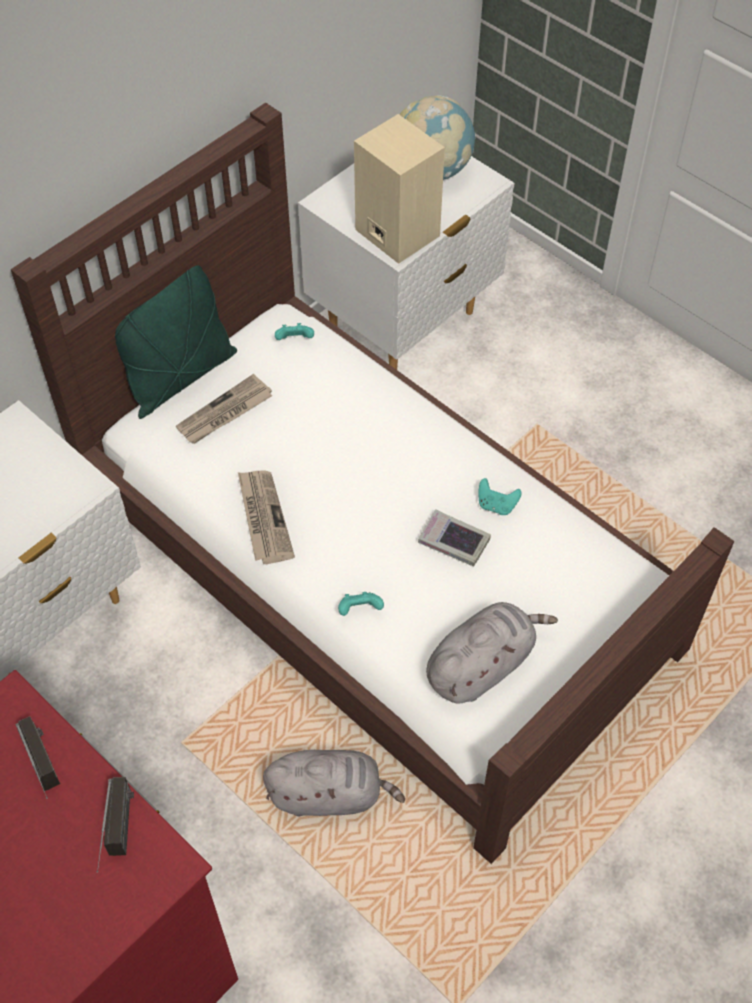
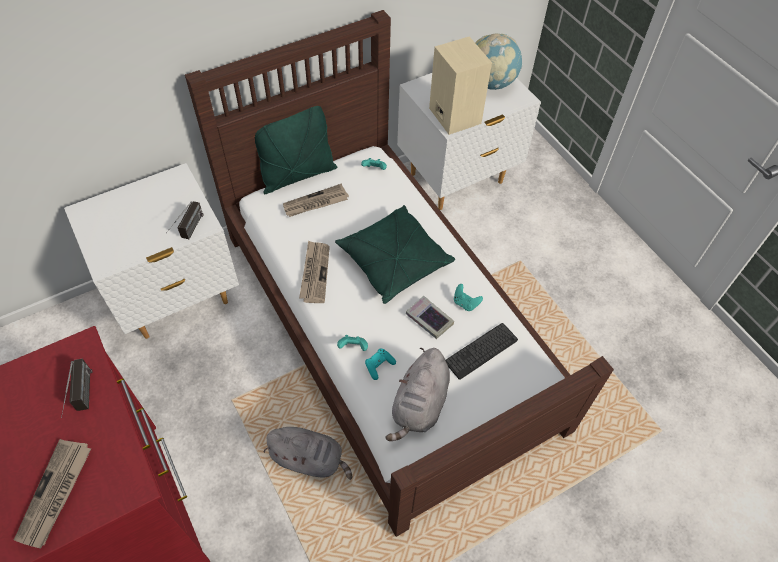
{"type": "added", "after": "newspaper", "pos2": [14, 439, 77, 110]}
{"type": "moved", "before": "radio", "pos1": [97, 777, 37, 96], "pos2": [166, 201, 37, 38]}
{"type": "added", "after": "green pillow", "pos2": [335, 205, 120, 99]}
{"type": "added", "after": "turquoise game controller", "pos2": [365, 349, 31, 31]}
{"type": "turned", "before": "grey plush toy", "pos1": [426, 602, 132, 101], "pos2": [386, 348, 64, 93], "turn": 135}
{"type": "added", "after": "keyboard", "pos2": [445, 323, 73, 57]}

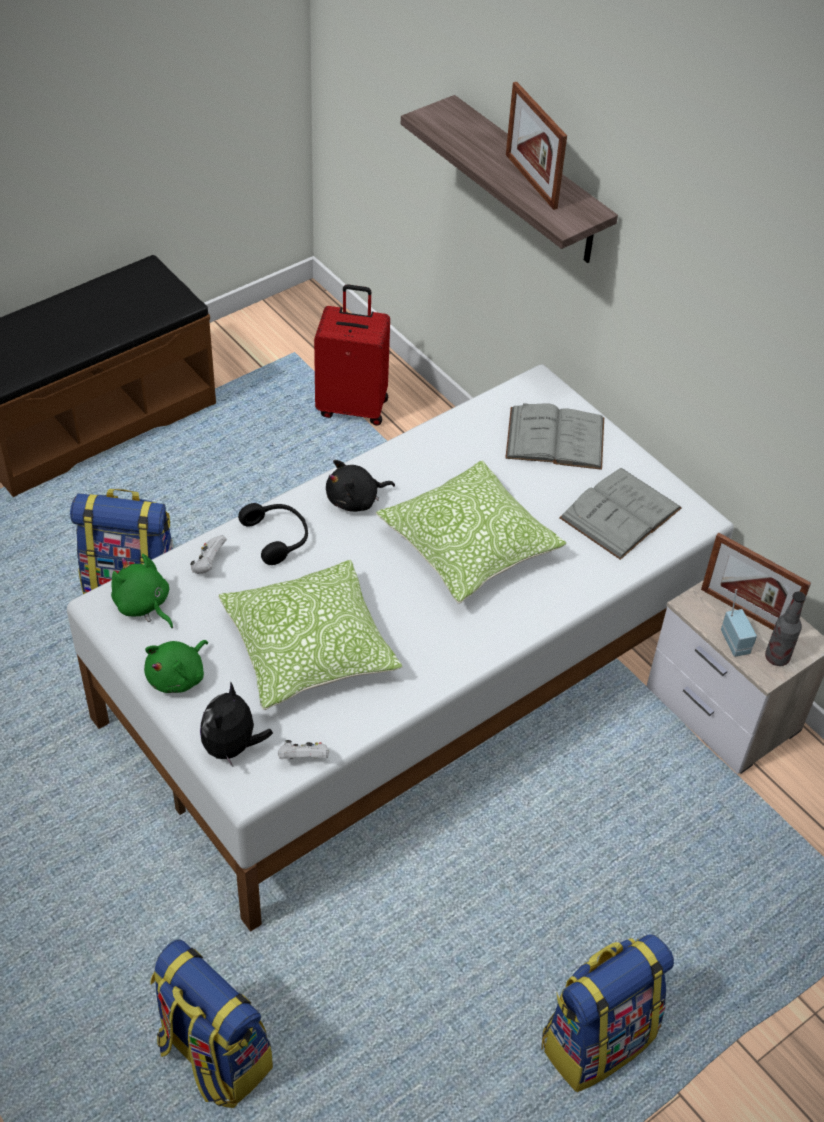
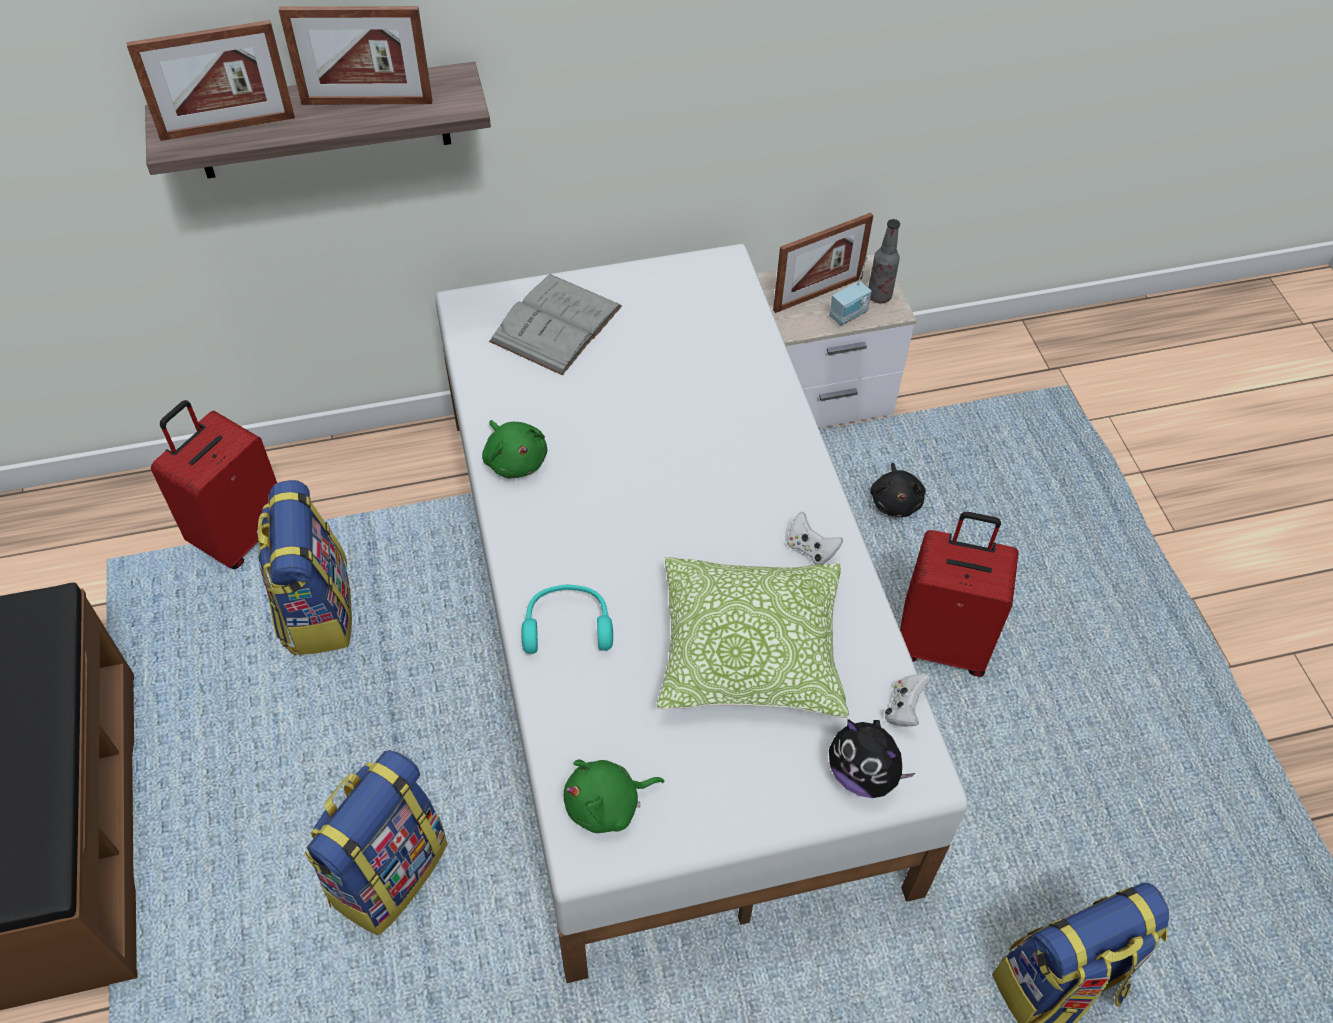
{"type": "added", "after": "picture frame", "pos2": [126, 20, 169, 121]}
{"type": "moved", "before": "backpack", "pos1": [541, 934, 133, 158], "pos2": [257, 480, 95, 176]}
{"type": "moved", "before": "green plush toy", "pos1": [144, 640, 64, 53], "pos2": [482, 420, 65, 58]}
{"type": "recoloured", "before": "black headphones", "after": "turquoise headphones", "pos1": [238, 503, 70, 62], "pos2": [521, 584, 92, 70]}
{"type": "moved", "before": "white game controller", "pos1": [190, 535, 37, 39], "pos2": [787, 512, 56, 53]}
{"type": "turned", "before": "radio", "pos1": [721, 589, 36, 68], "pos2": [829, 256, 43, 70], "turn": 135}
{"type": "moved", "before": "black plush toy", "pos1": [326, 460, 69, 52], "pos2": [870, 463, 55, 54]}
{"type": "added", "after": "red suitcase", "pos2": [900, 512, 119, 165]}
{"type": "removed", "before": "pillow", "pos1": [376, 461, 191, 143]}
{"type": "removed", "before": "grey book", "pos1": [559, 468, 123, 92]}

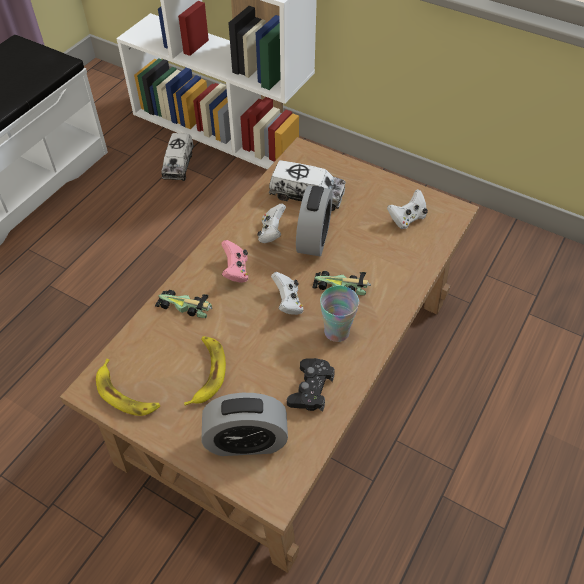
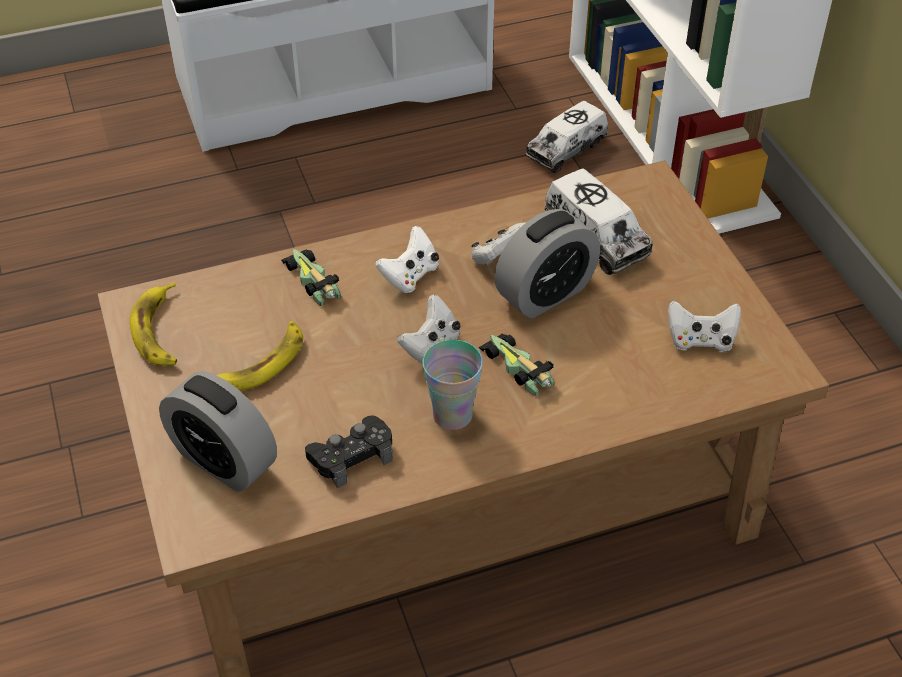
{"type": "recoloured", "before": "pink game controller", "after": "white game controller", "pos1": [221, 240, 27, 43], "pos2": [375, 226, 64, 67]}

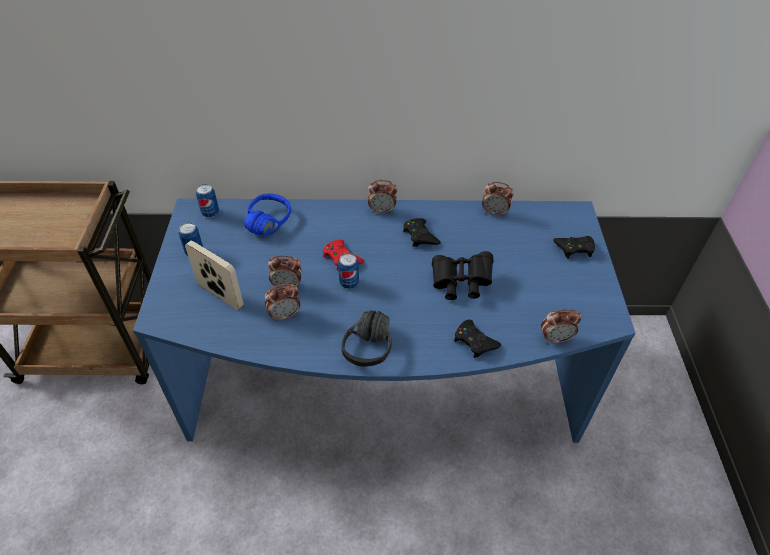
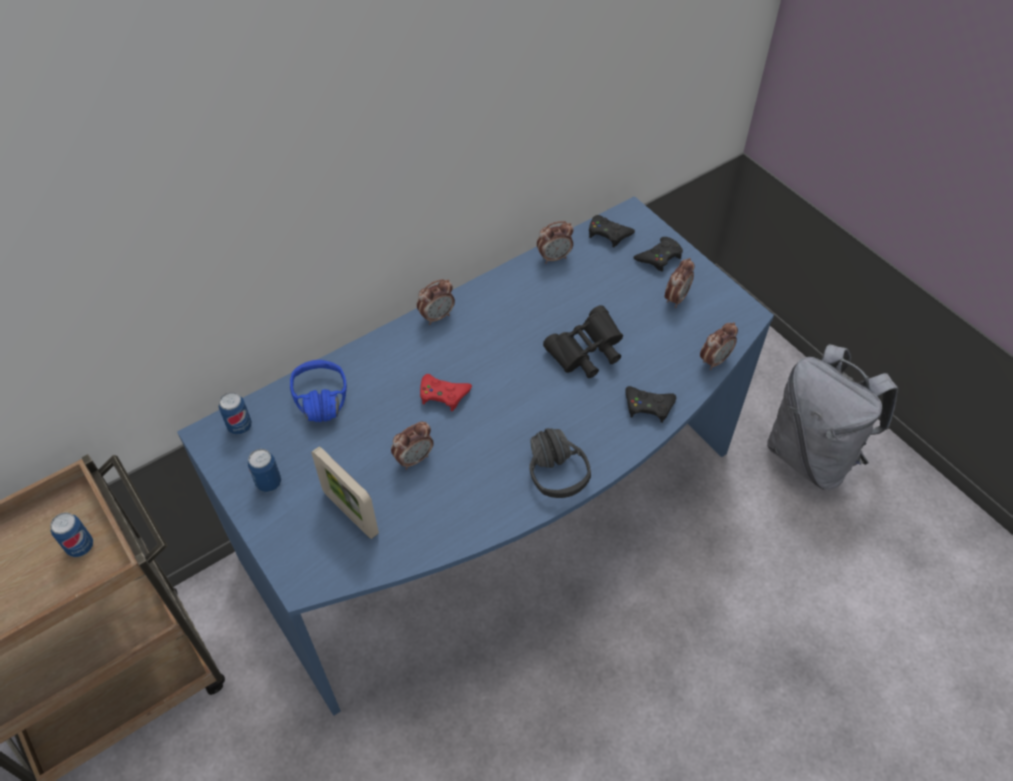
{"type": "moved", "before": "can", "pos1": [338, 253, 21, 36], "pos2": [50, 512, 43, 45]}
{"type": "turned", "before": "picture frame", "pos1": [185, 241, 59, 69], "pos2": [311, 447, 68, 92], "turn": -135}
{"type": "moved", "before": "black game controller", "pos1": [403, 218, 38, 29], "pos2": [589, 215, 46, 32]}
{"type": "moved", "before": "alarm clock", "pos1": [265, 284, 35, 38], "pos2": [665, 258, 29, 50]}
{"type": "added", "after": "grey backpack", "pos2": [767, 344, 131, 146]}

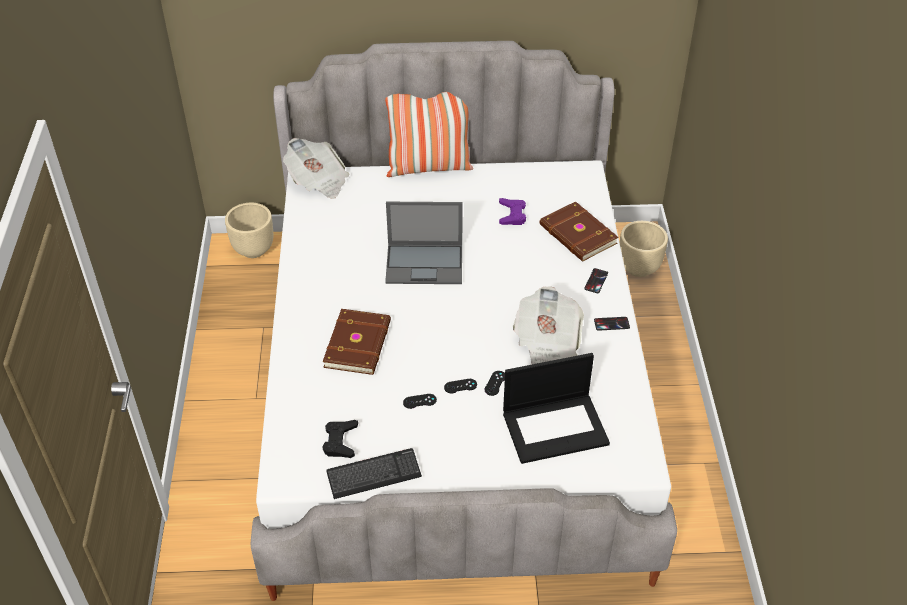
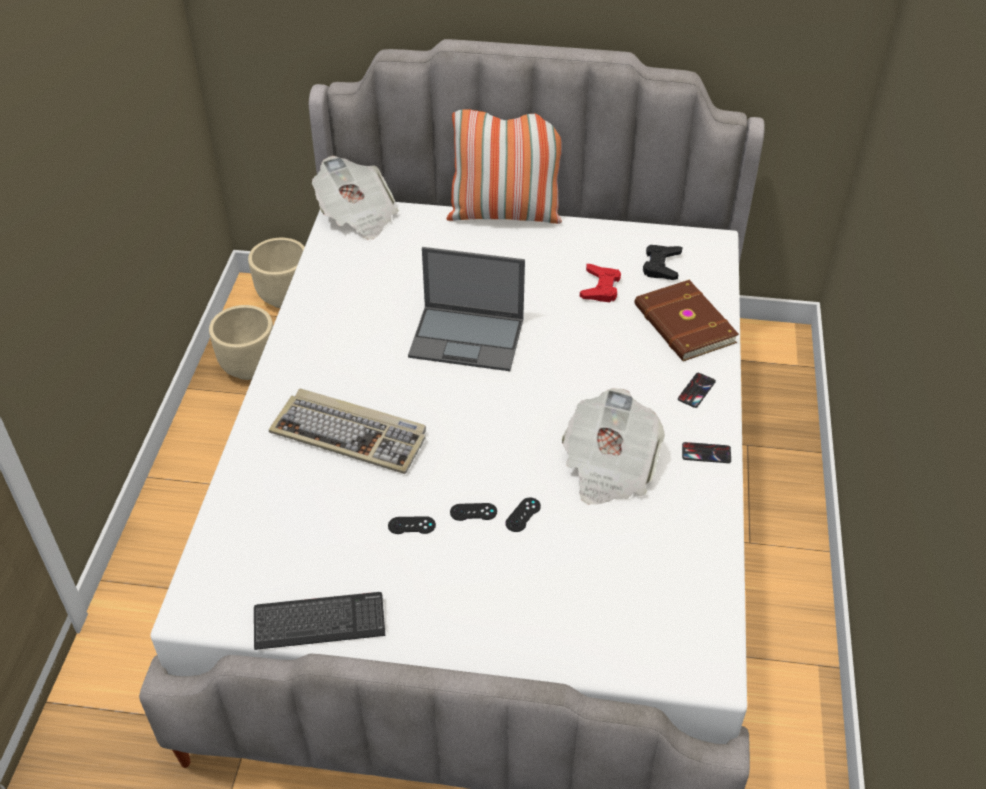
{"type": "moved", "before": "beige planter", "pos1": [620, 221, 48, 56], "pos2": [209, 305, 64, 75]}
{"type": "replaced", "before": "brown book", "after": "keyboard", "pos1": [323, 309, 68, 66], "pos2": [269, 388, 157, 86]}
{"type": "recoloured", "before": "purple game controller", "after": "red game controller", "pos1": [499, 198, 27, 27], "pos2": [580, 264, 41, 38]}
{"type": "moved", "before": "black game controller", "pos1": [322, 420, 36, 38], "pos2": [643, 245, 40, 35]}
{"type": "removed", "before": "laptop", "pos1": [503, 353, 107, 111]}

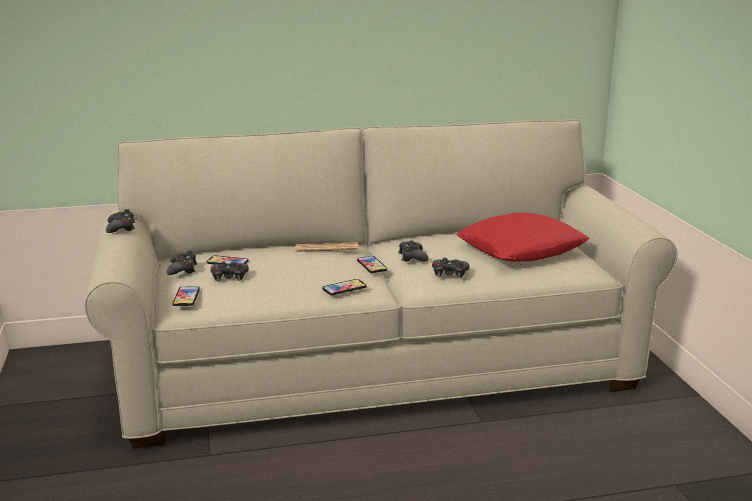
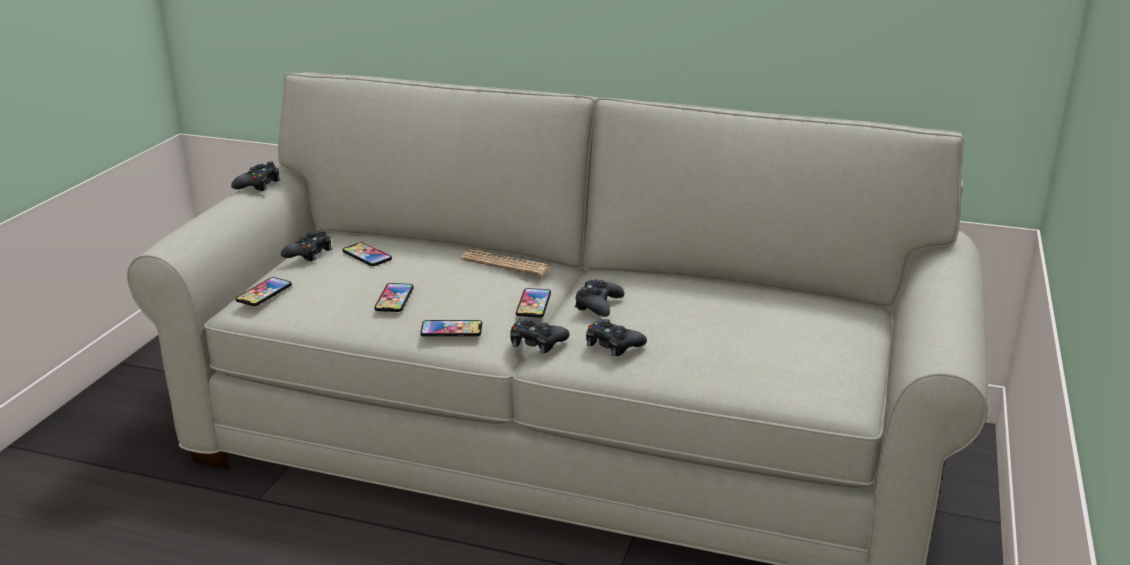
{"type": "added", "after": "phone", "pos2": [374, 283, 39, 29]}
{"type": "moved", "before": "black game controller", "pos1": [211, 261, 38, 20], "pos2": [510, 318, 60, 35]}
{"type": "removed", "before": "red pillow", "pos1": [457, 213, 133, 49]}

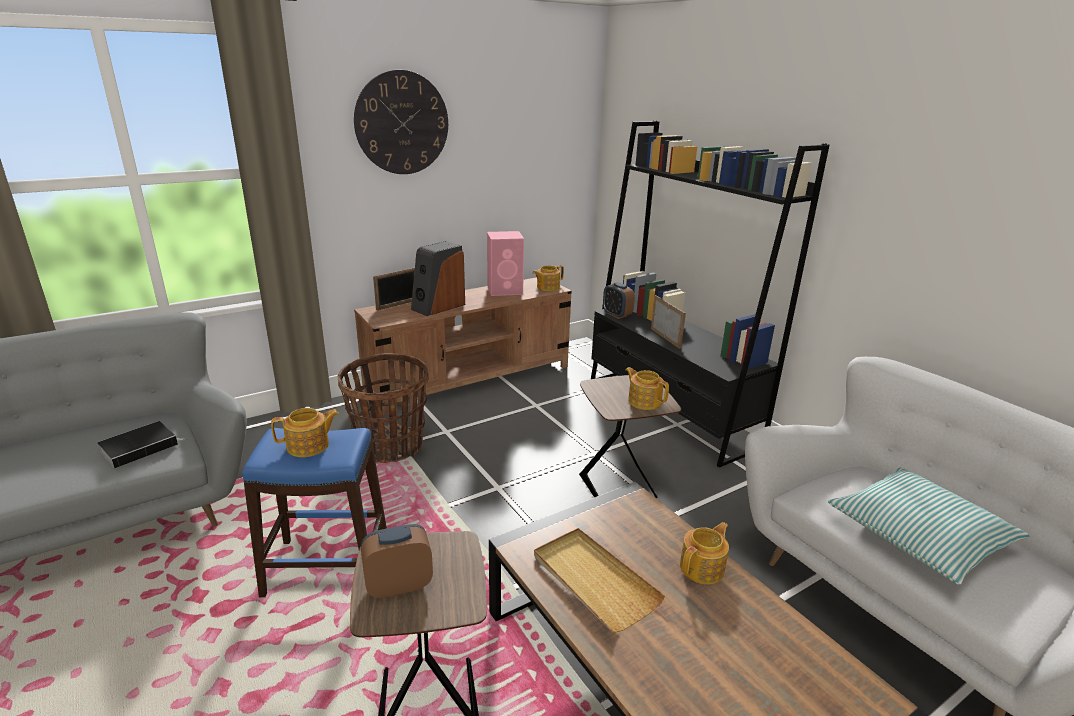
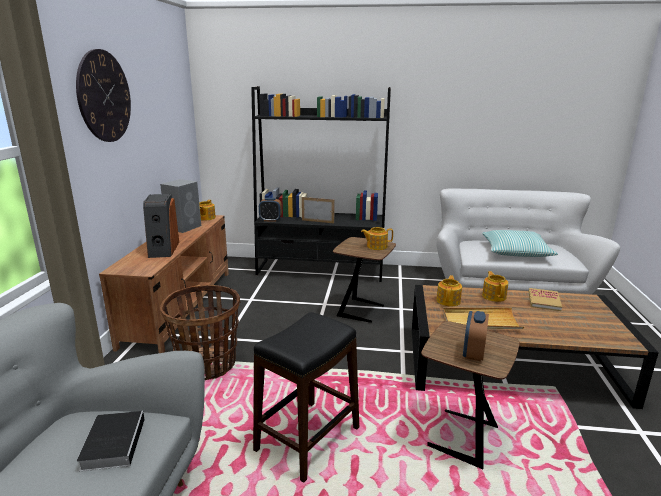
{"type": "recoloured", "before": "pink speaker", "after": "grey speaker", "pos1": [487, 231, 37, 65], "pos2": [160, 179, 41, 54]}
{"type": "recoloured", "before": "blue stool", "after": "black stool", "pos1": [242, 428, 145, 169], "pos2": [253, 312, 106, 171]}
{"type": "moved", "before": "teapot", "pos1": [271, 408, 68, 49], "pos2": [437, 275, 25, 32]}
{"type": "added", "after": "book", "pos2": [528, 288, 34, 23]}
{"type": "removed", "before": "picture frame", "pos1": [373, 267, 42, 43]}

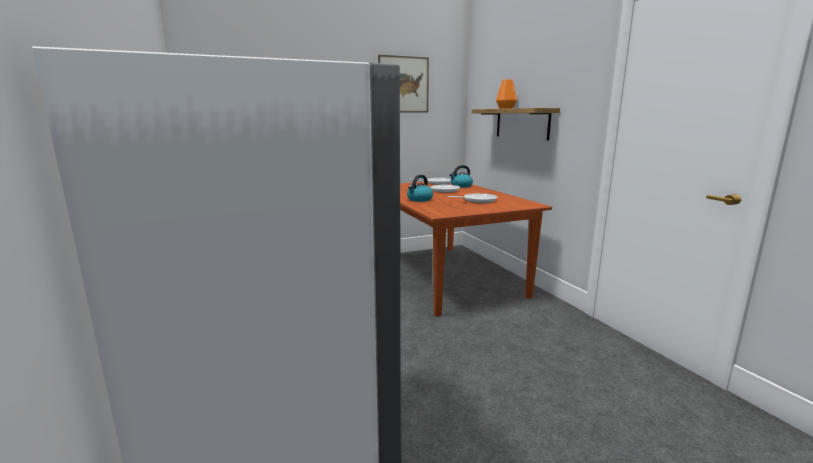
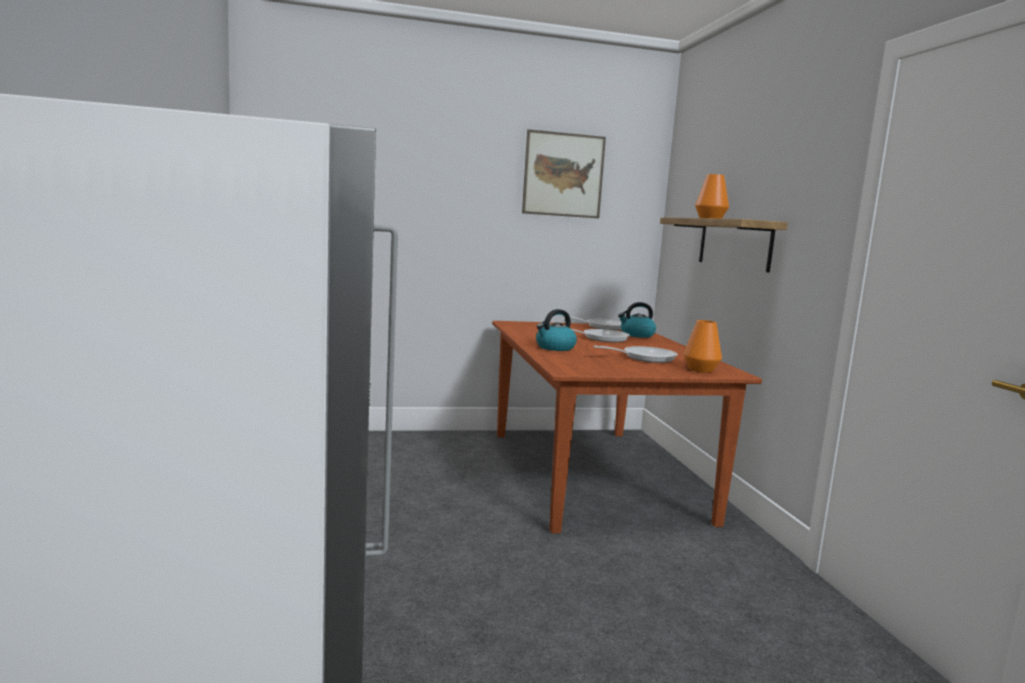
{"type": "added", "after": "orange vase", "pos2": [683, 320, 39, 53]}

